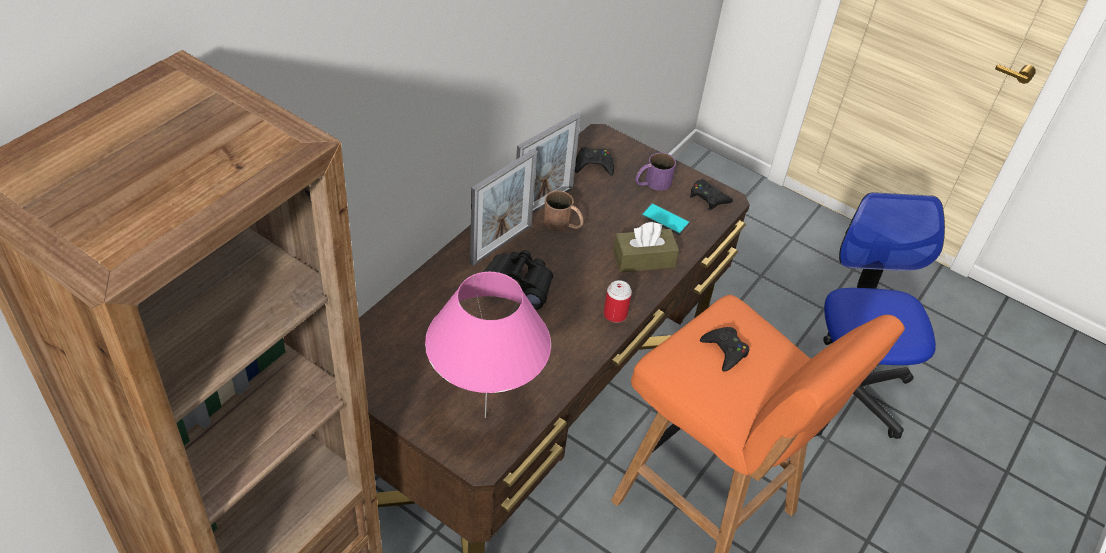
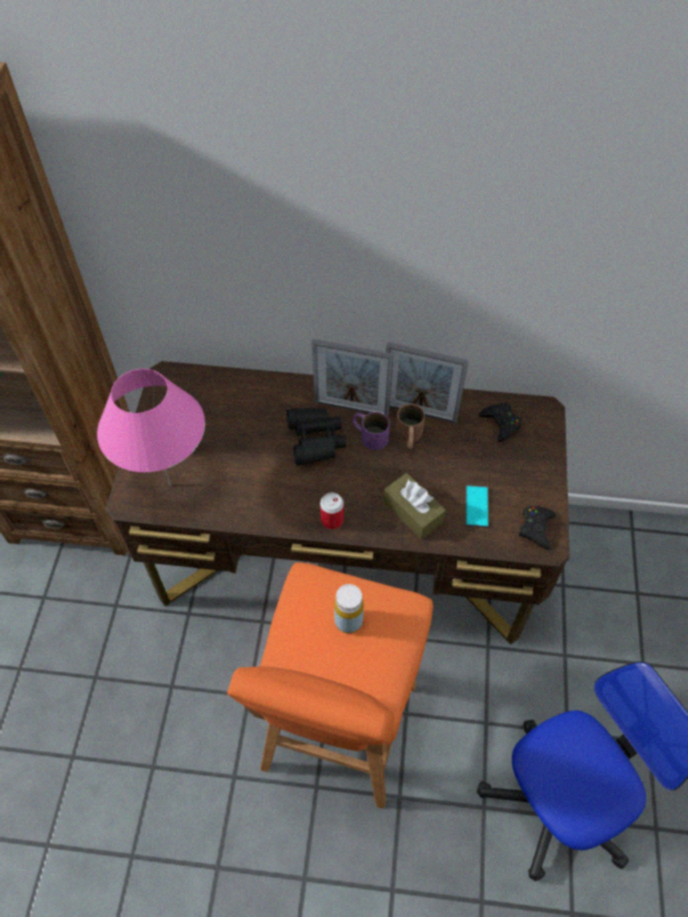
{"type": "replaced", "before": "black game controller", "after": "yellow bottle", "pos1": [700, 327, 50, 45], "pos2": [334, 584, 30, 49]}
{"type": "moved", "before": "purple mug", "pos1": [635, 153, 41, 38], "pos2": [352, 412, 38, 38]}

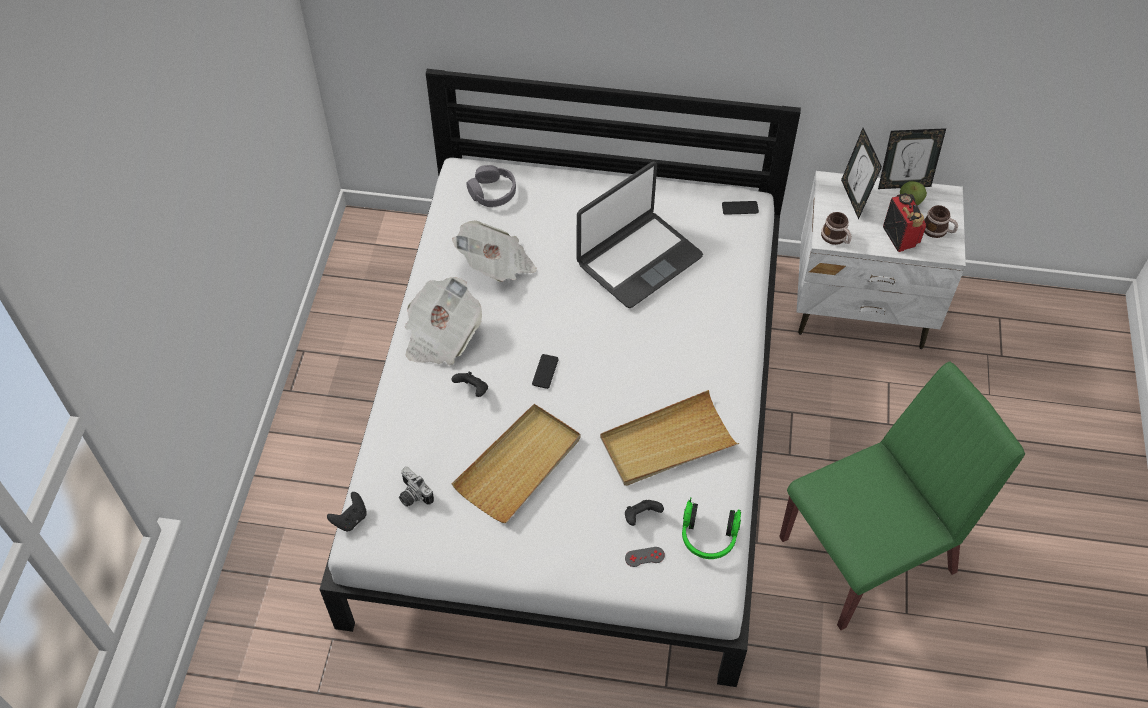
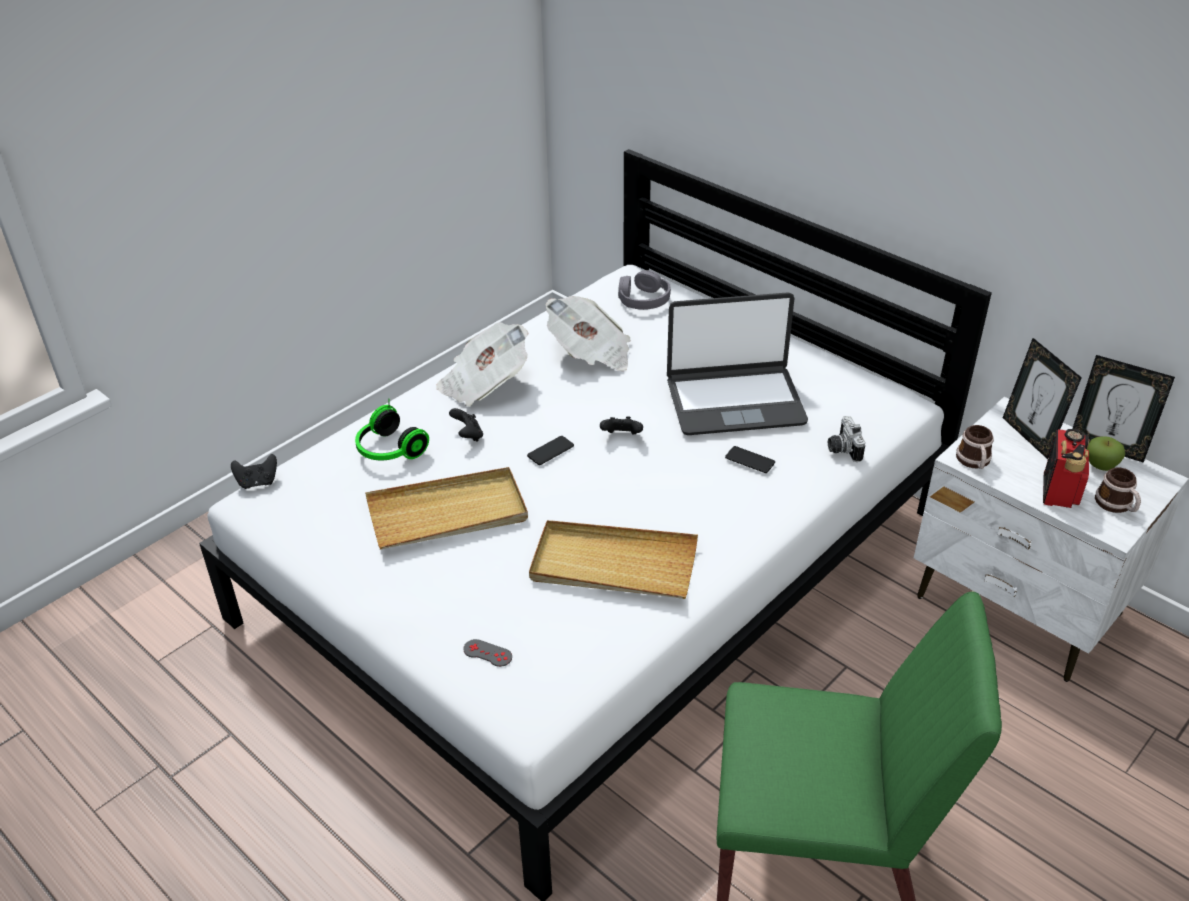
{"type": "moved", "before": "headphones", "pos1": [682, 497, 59, 62], "pos2": [355, 398, 74, 62]}
{"type": "moved", "before": "black game controller", "pos1": [625, 500, 39, 26], "pos2": [600, 416, 43, 19]}
{"type": "moved", "before": "phone", "pos1": [722, 201, 37, 14], "pos2": [725, 446, 50, 27]}
{"type": "moved", "before": "photo camera", "pos1": [399, 467, 35, 40], "pos2": [828, 416, 37, 46]}
{"type": "turned", "before": "picture frame", "pos1": [841, 128, 41, 92], "pos2": [1003, 338, 79, 121], "turn": -45}

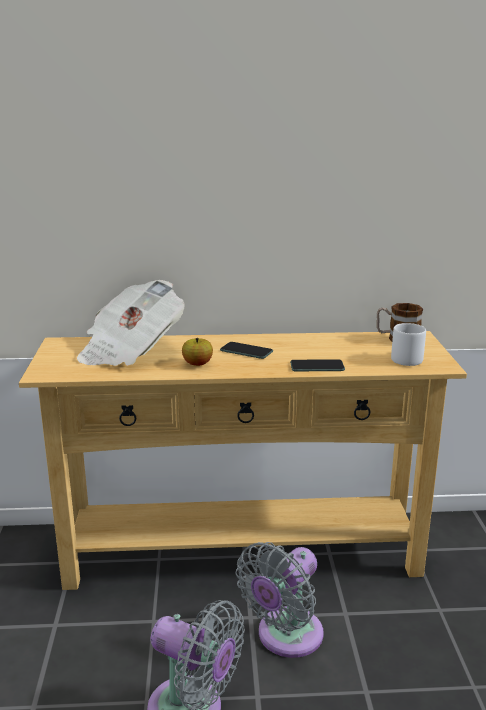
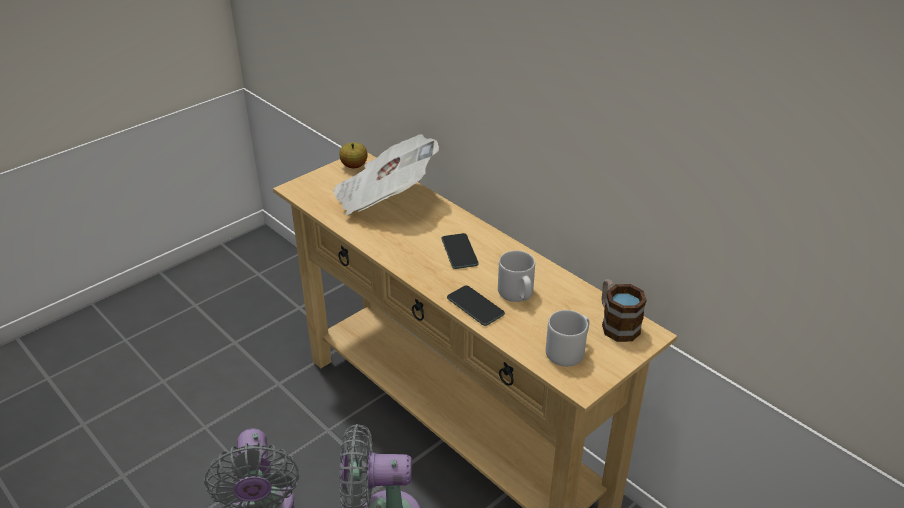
{"type": "moved", "before": "apple", "pos1": [182, 338, 31, 28], "pos2": [339, 142, 28, 26]}
{"type": "added", "after": "grey mug", "pos2": [498, 250, 37, 52]}

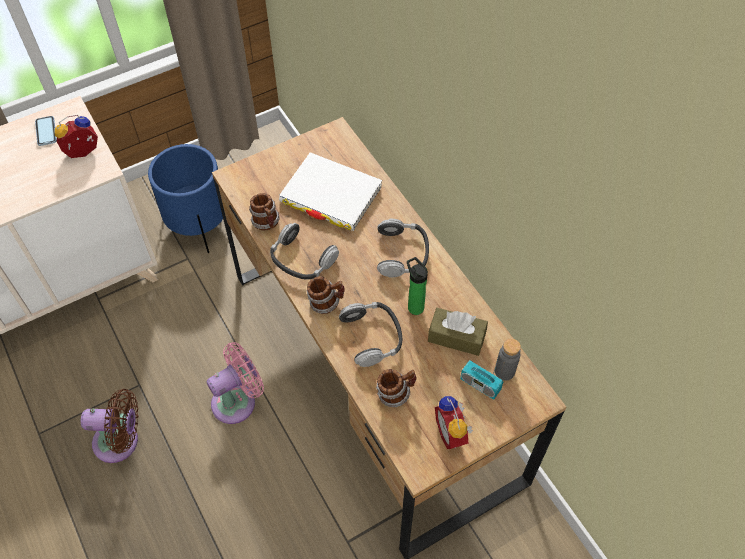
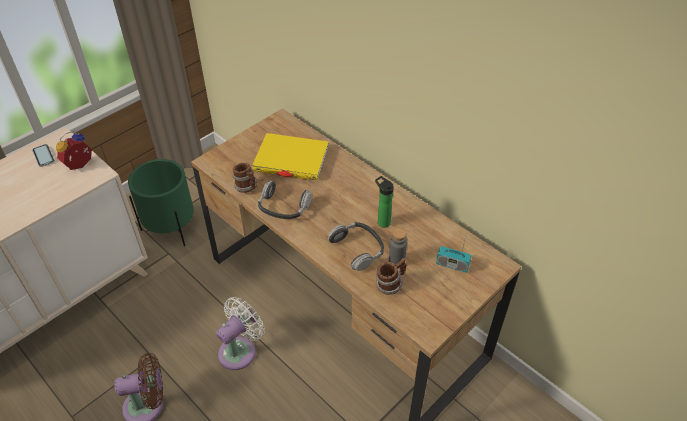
{"type": "recoloured", "before": "blue planter", "after": "green planter", "pos1": [148, 144, 75, 109], "pos2": [128, 159, 66, 87]}
{"type": "recoloured", "before": "pink fan", "after": "white fan", "pos1": [207, 342, 57, 82], "pos2": [216, 297, 49, 73]}
{"type": "recoloured", "before": "white book", "after": "yellow book", "pos1": [279, 152, 103, 79], "pos2": [252, 133, 77, 47]}
{"type": "moved", "before": "grey bottle", "pos1": [495, 338, 26, 42], "pos2": [389, 228, 18, 37]}
{"type": "removed", "before": "mug", "pos1": [307, 276, 37, 38]}
{"type": "removed", "before": "headphones", "pos1": [377, 218, 52, 60]}
{"type": "removed", "before": "brown tissue box", "pos1": [428, 308, 60, 48]}
{"type": "removed", "before": "alarm clock", "pos1": [435, 396, 38, 53]}

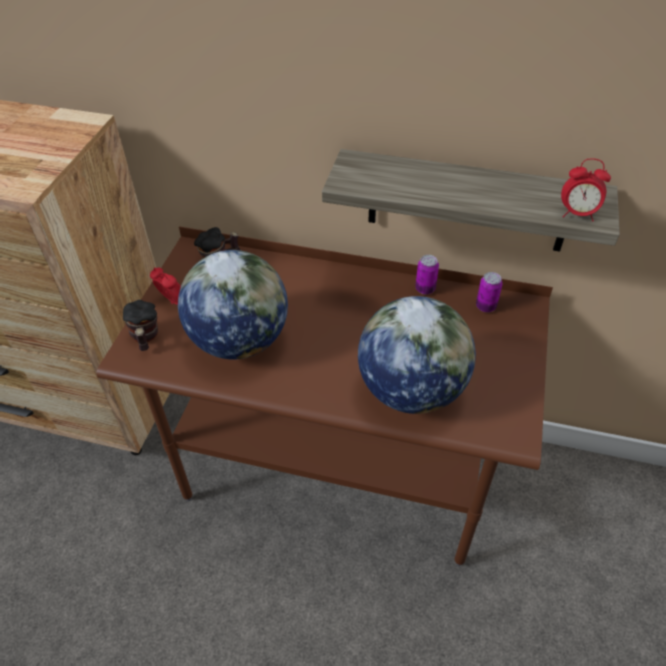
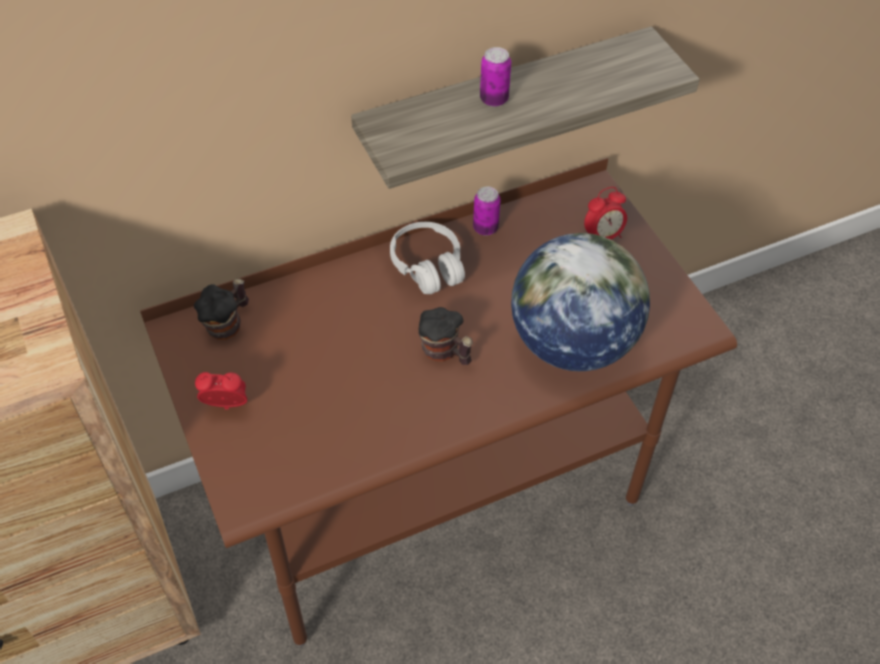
{"type": "added", "after": "white headphones", "pos2": [390, 222, 75, 72]}
{"type": "moved", "before": "mug", "pos1": [123, 300, 35, 51], "pos2": [418, 307, 55, 58]}
{"type": "moved", "before": "can", "pos1": [476, 272, 27, 40], "pos2": [480, 47, 31, 60]}
{"type": "moved", "before": "alarm clock", "pos1": [561, 158, 50, 64], "pos2": [584, 187, 43, 52]}
{"type": "removed", "before": "globe", "pos1": [178, 250, 110, 110]}

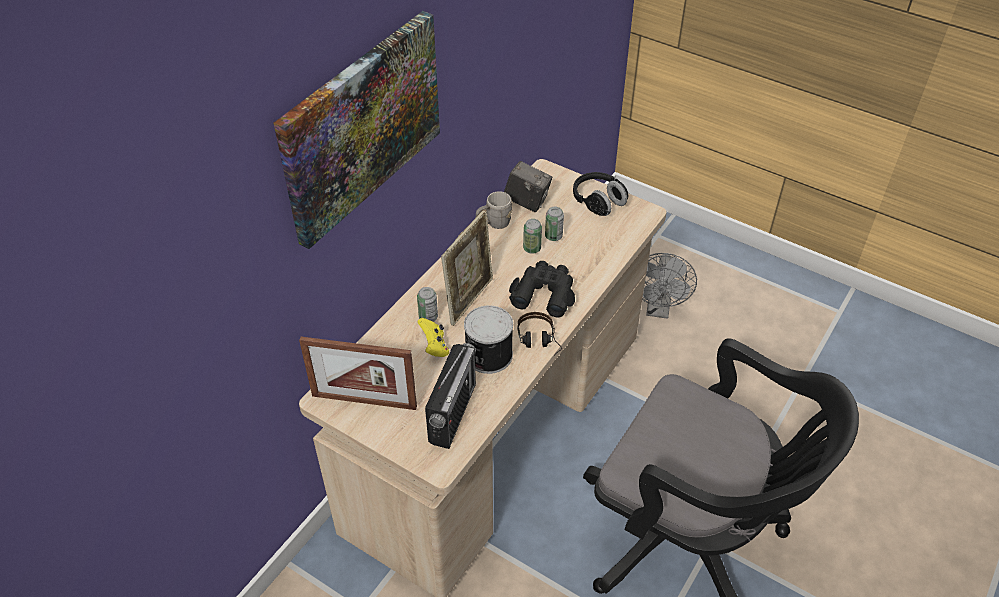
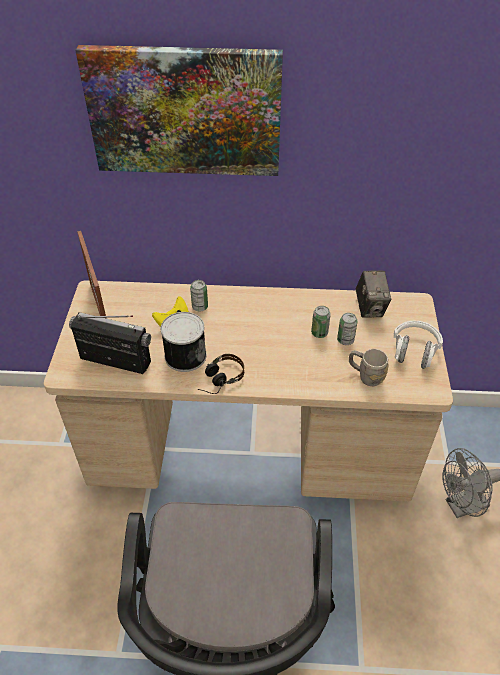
{"type": "turned", "before": "radio", "pos1": [425, 343, 51, 106], "pos2": [69, 312, 82, 62], "turn": -150}
{"type": "moved", "before": "grey mug", "pos1": [476, 191, 36, 38], "pos2": [349, 349, 40, 37]}
{"type": "recoloured", "before": "black headphones", "after": "white headphones", "pos1": [573, 172, 55, 44], "pos2": [393, 321, 50, 48]}
{"type": "removed", "before": "picture frame", "pos1": [441, 209, 52, 117]}
{"type": "removed", "before": "black binoculars", "pos1": [509, 261, 66, 56]}

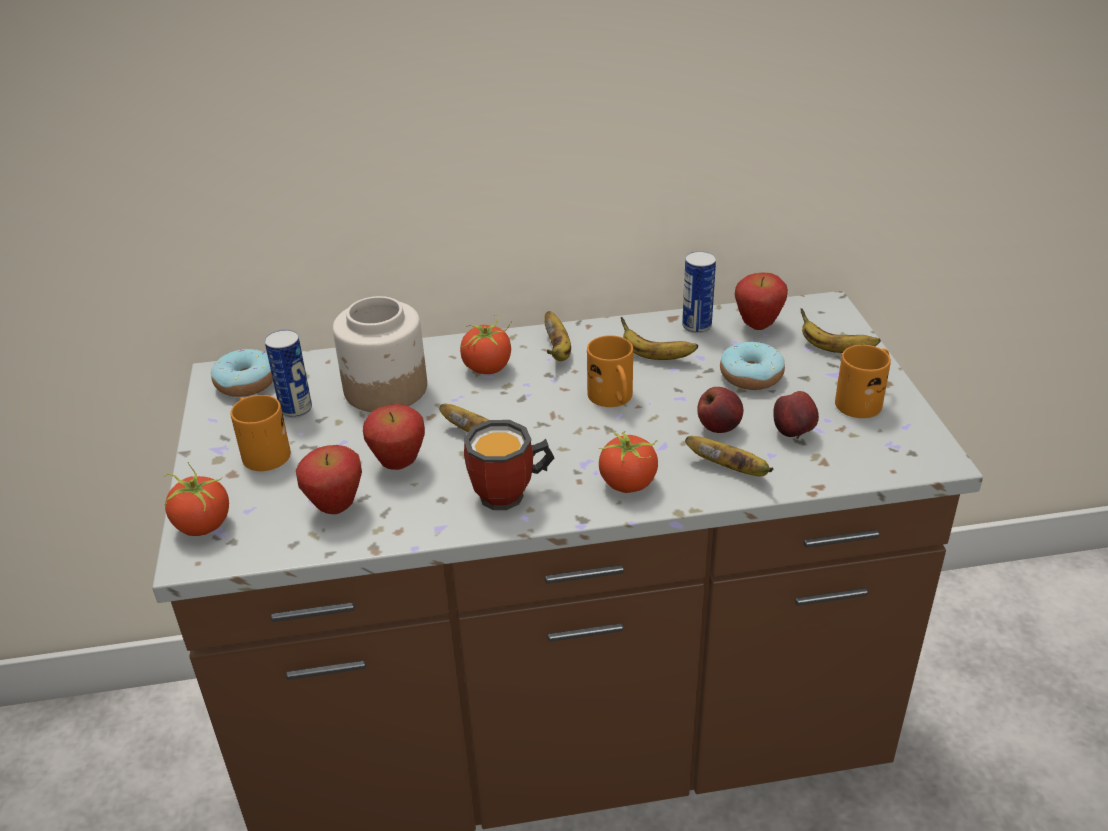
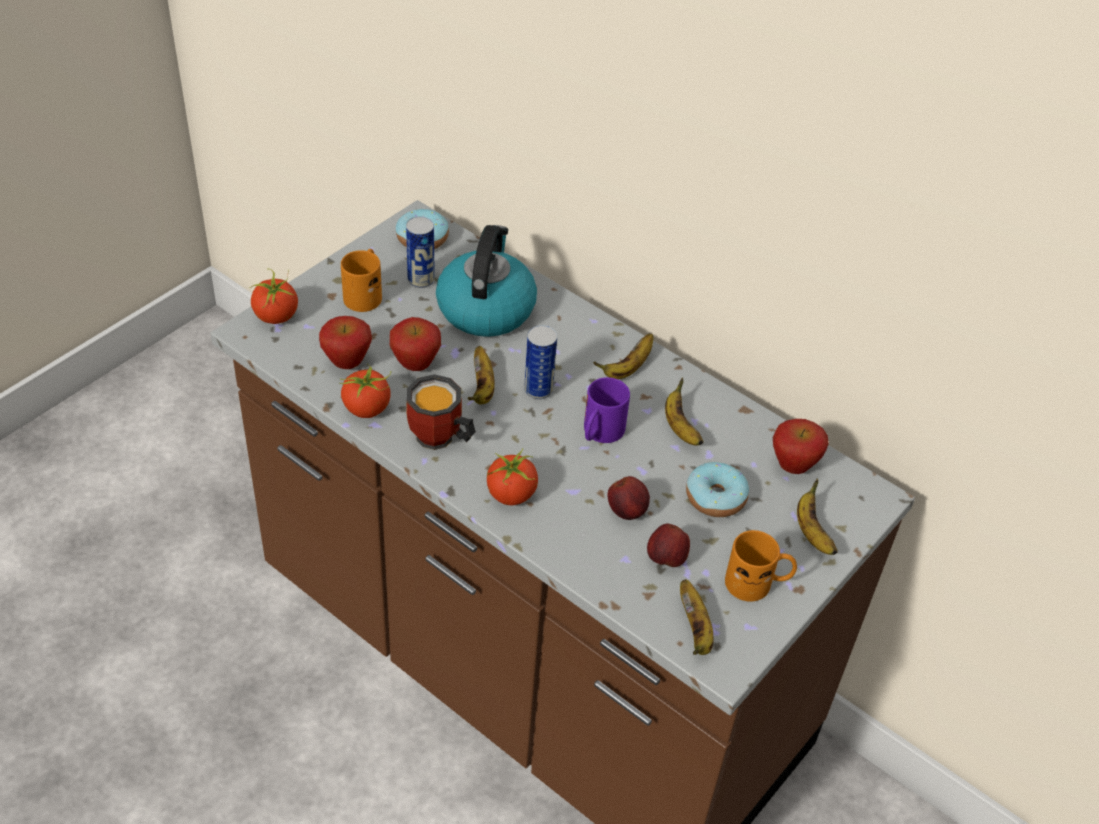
{"type": "moved", "before": "tomato", "pos1": [460, 315, 52, 59], "pos2": [340, 364, 51, 54]}
{"type": "replaced", "before": "jar", "after": "kettle", "pos1": [333, 296, 94, 116], "pos2": [436, 225, 101, 112]}
{"type": "moved", "before": "can", "pos1": [682, 251, 34, 82], "pos2": [524, 325, 33, 74]}
{"type": "recoloured", "before": "orange mug", "after": "purple mug", "pos1": [587, 335, 46, 72], "pos2": [584, 377, 46, 66]}
{"type": "moved", "before": "banana", "pos1": [685, 436, 89, 40], "pos2": [680, 579, 34, 76]}

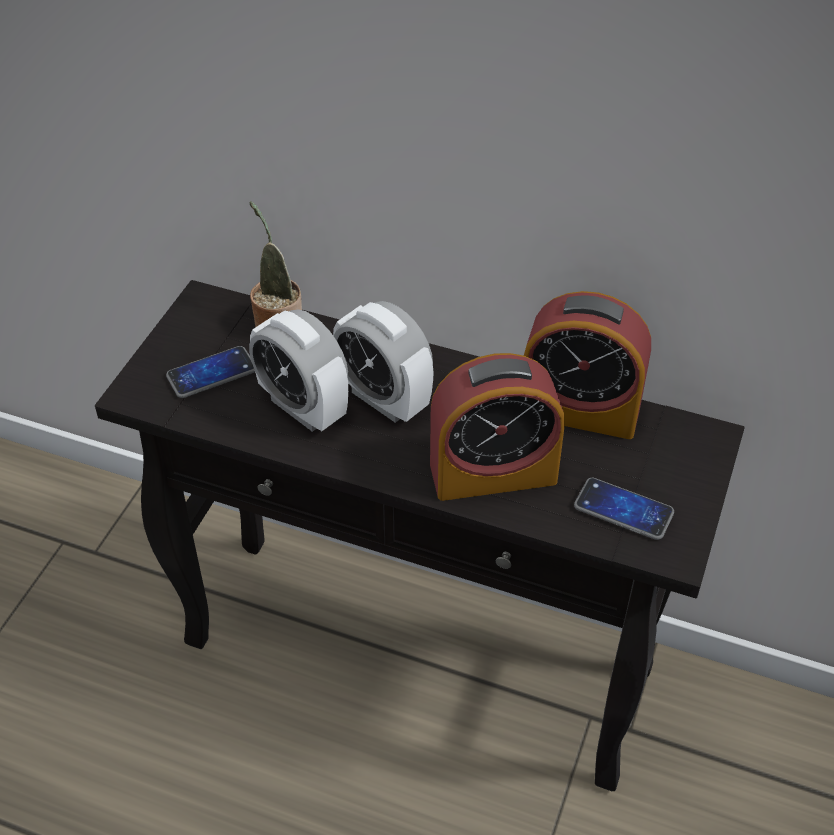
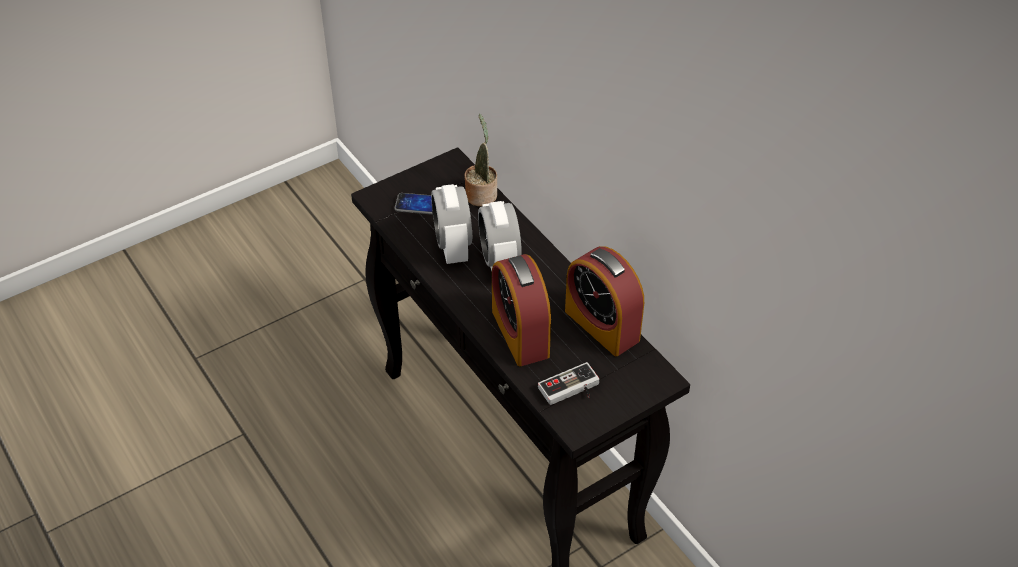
{"type": "turned", "before": "alarm clock", "pos1": [430, 353, 135, 148], "pos2": [492, 254, 59, 112], "turn": 45}
{"type": "replaced", "before": "phone", "after": "game controller", "pos1": [574, 478, 100, 62], "pos2": [538, 362, 62, 43]}

